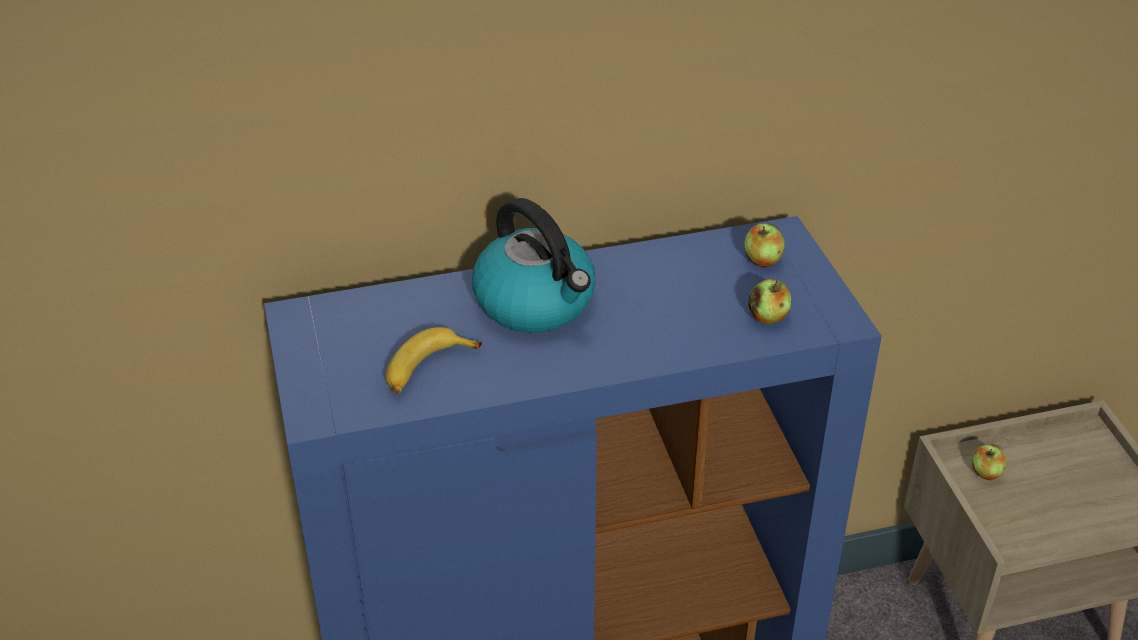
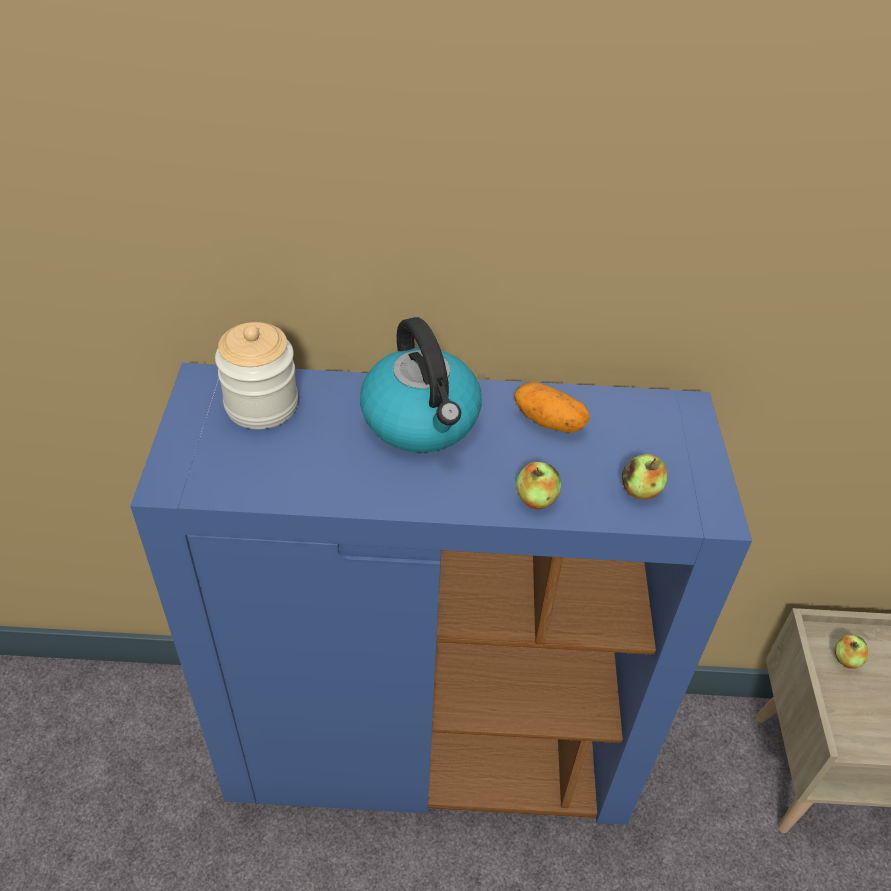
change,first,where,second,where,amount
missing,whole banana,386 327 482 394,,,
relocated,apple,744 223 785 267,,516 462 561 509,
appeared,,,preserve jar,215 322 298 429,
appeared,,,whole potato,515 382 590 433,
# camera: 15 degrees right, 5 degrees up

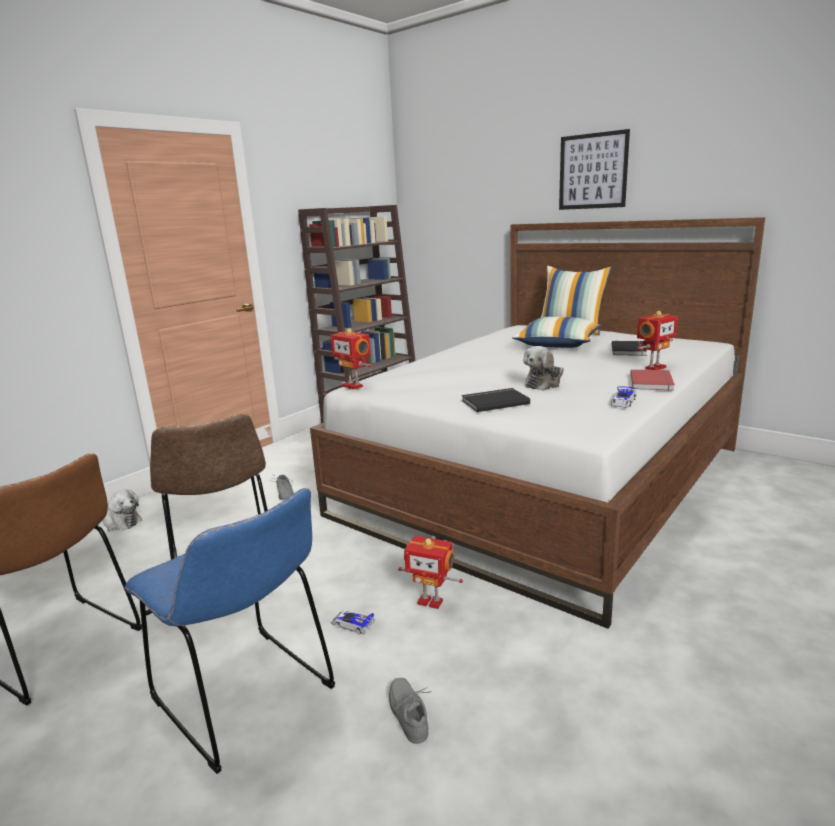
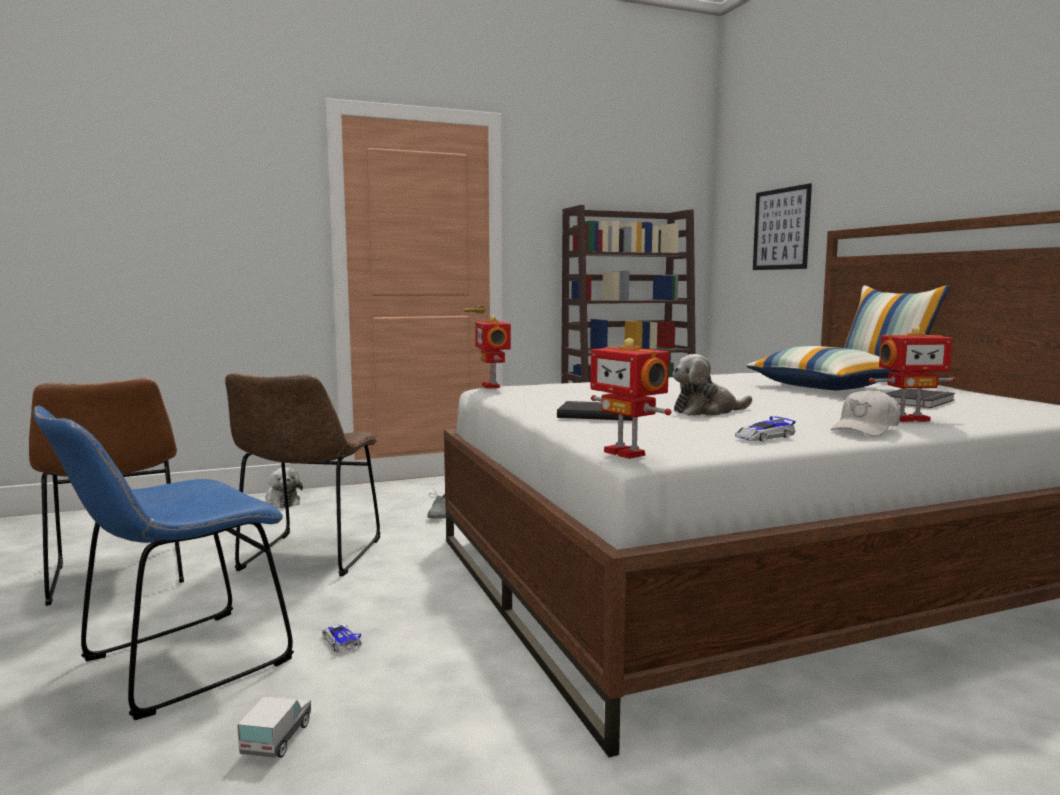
change,first,where,second,where,amount
spun,bluish upright chair,125 488 335 774,,33 405 294 720,60 degrees clockwise
exchanged,gray shoe,389 678 432 744,model truck,237 696 311 758,
relocated,model robot,398 536 463 609,,590 338 672 459,
relocated,wall art,559 129 630 210,,753 183 812 270,
exchanged,reddish volume,630 369 675 391,whitish baseball cap,830 389 900 436,
# camera: 30 degrees right, 10 degrees down

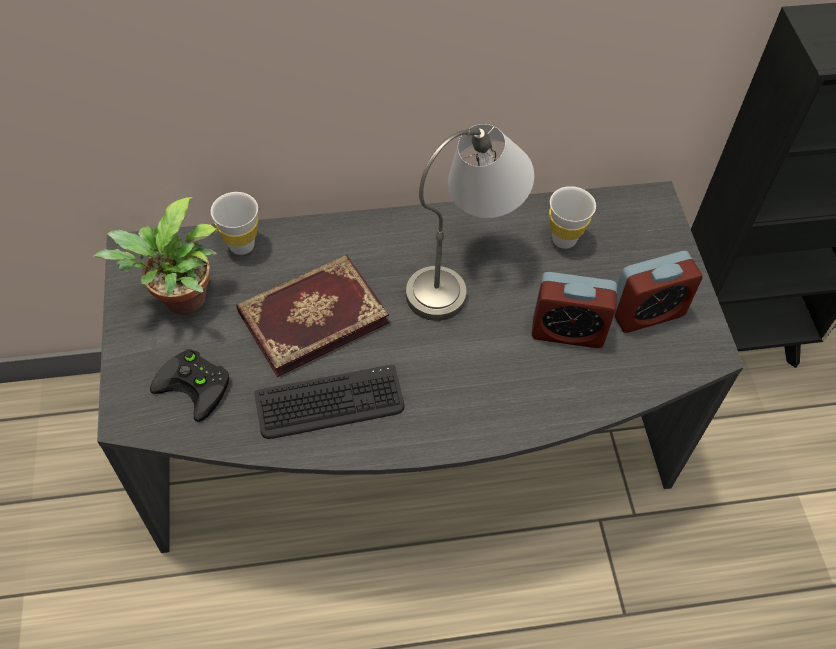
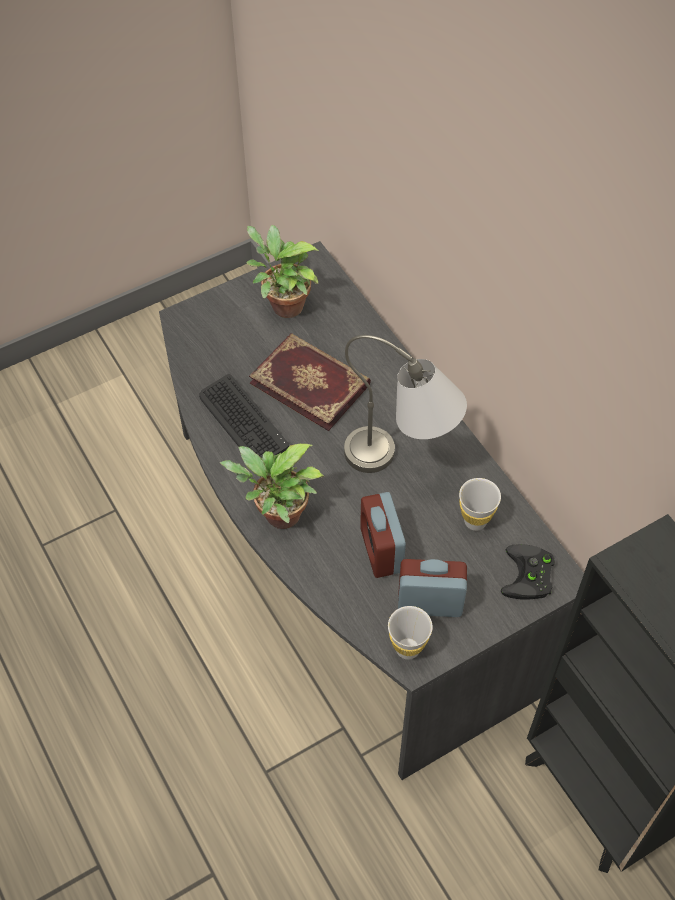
change,first,where,second,where,amount
relocated,black gamepad,150 349 229 422,,501 544 555 600,
relocated,whitish small cup,211 192 258 255,,388 606 433 660,
spun,table clock,614 251 703 333,,398 559 467 617,135 degrees clockwise
appeared,,,potted plant,220 444 324 529,
# camera: 70 degrees right, 0 degrees up

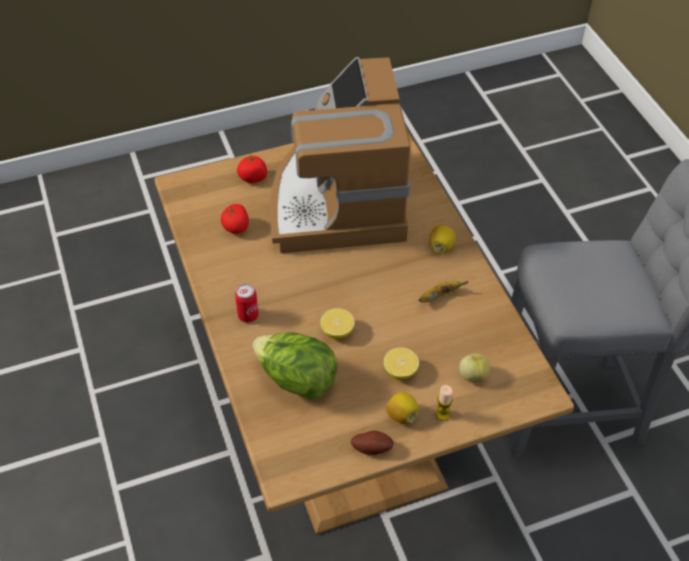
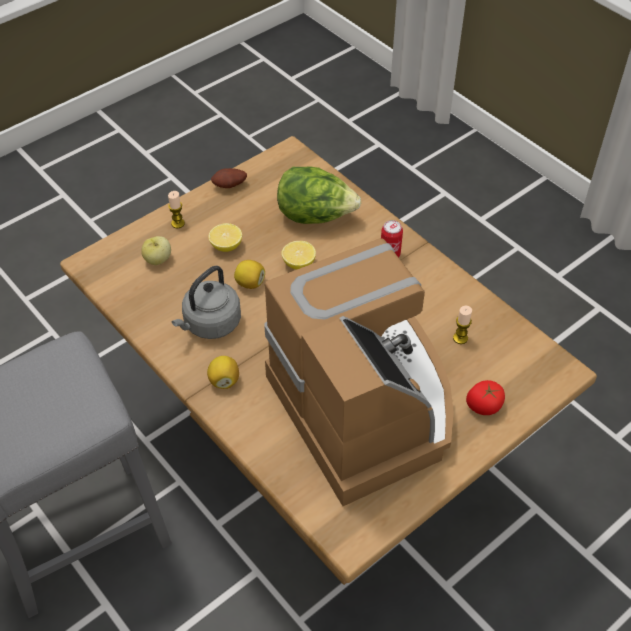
change,first,where,second,where,amount
exchanged,whole tomato,221 204 249 234,candle,453 306 472 344,
relocated,lemon,386 392 419 424,,234 260 265 289,
exchanged,whole banana,419 281 469 303,gray kettle,172 266 241 339,
# camera: 160 degrees right, 0 degrees up

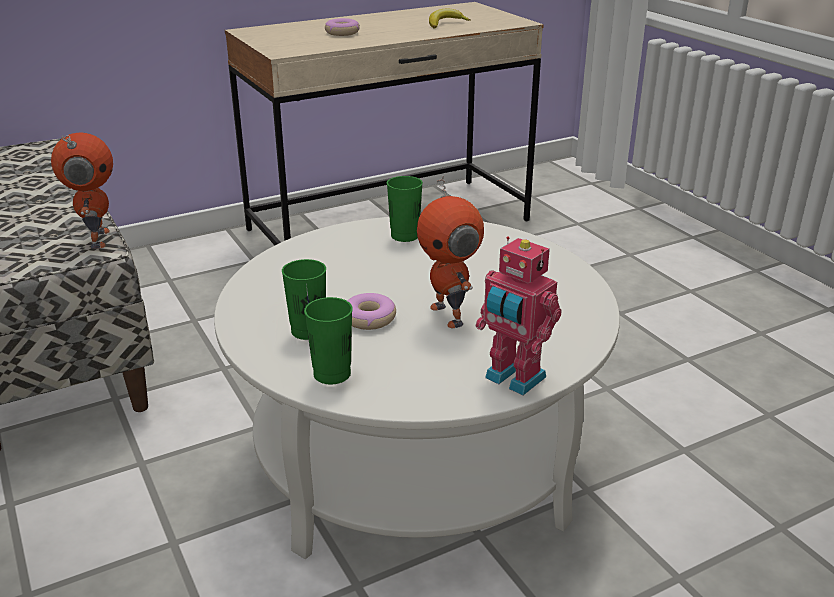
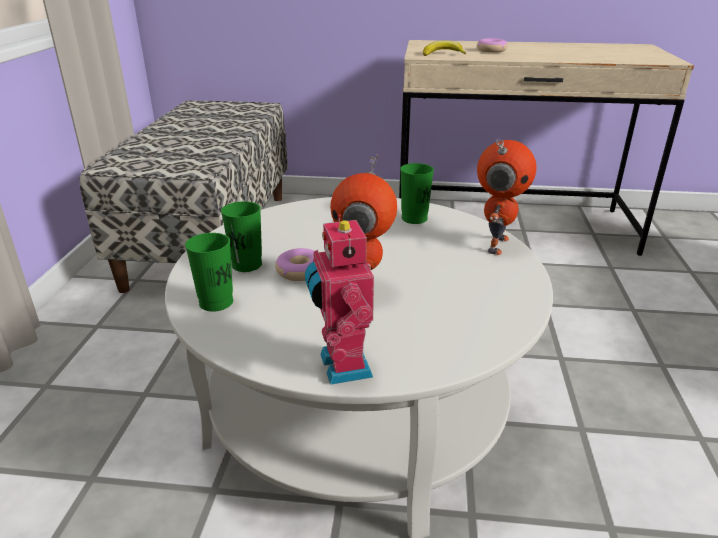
change,first,where,second,where,amount
relocated,model robot,51 133 113 249,,477 140 537 255,
relocated,whole banana,429 9 471 28,,423 40 466 56,
# camera: 35 degrees right, 0 degrees up

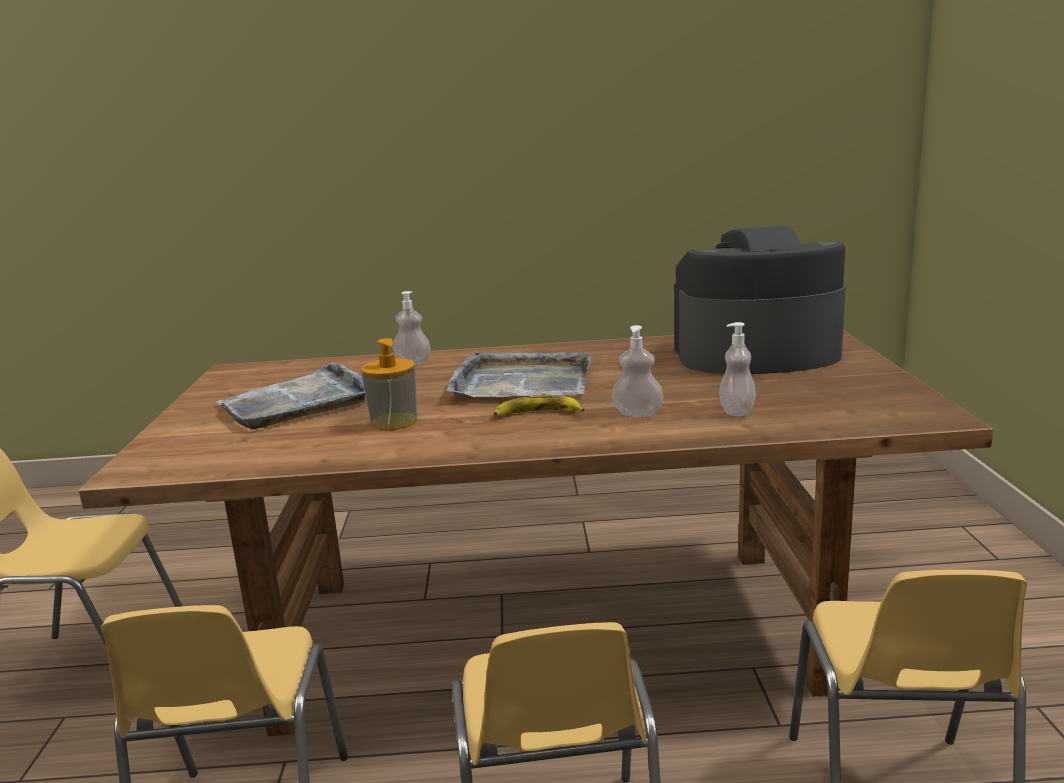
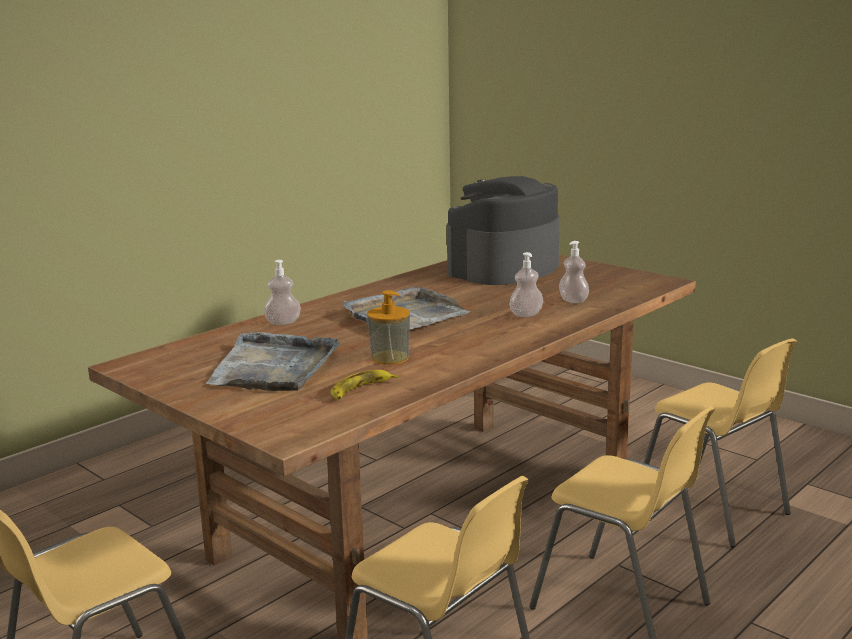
change,first,where,second,where,amount
relocated,whole banana,494 395 585 416,,330 370 399 400,
# camera: 45 degrees left, 0 degrees up

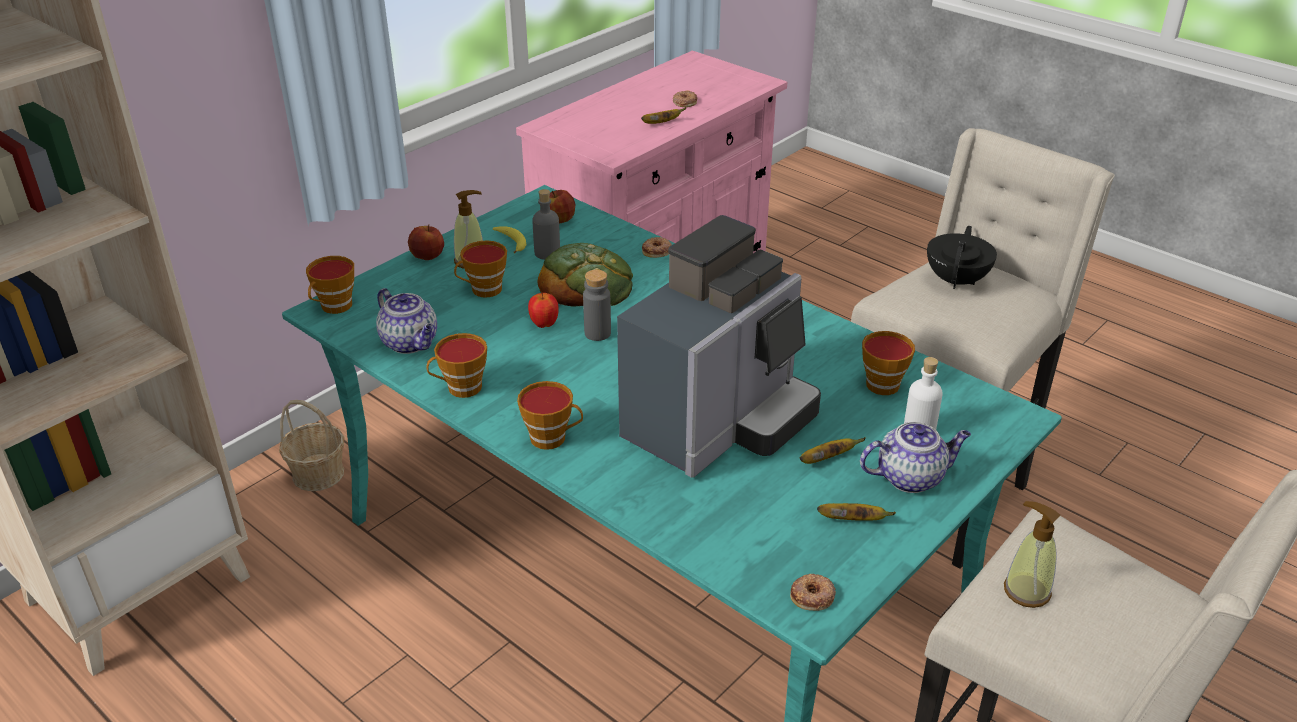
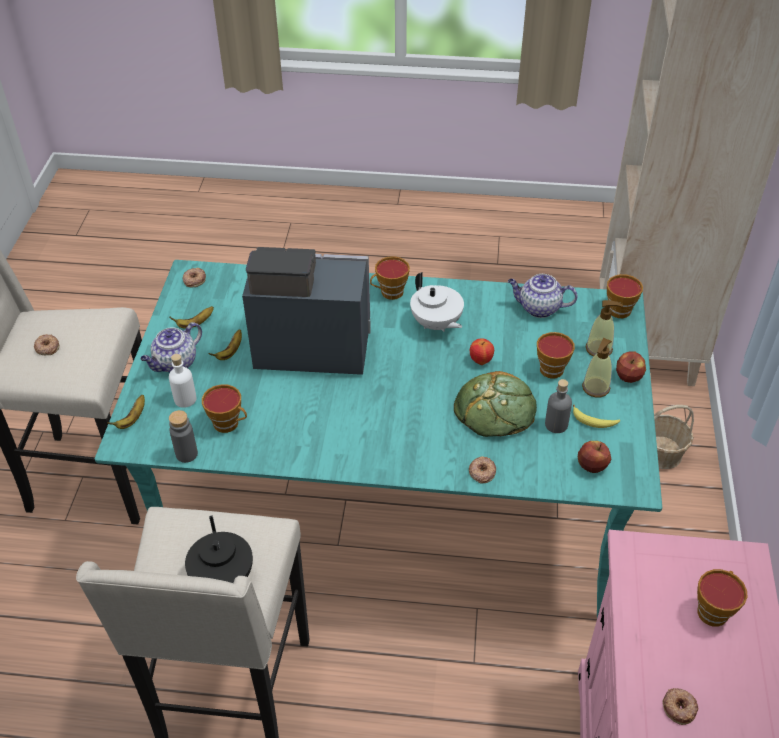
change,first,where,second,where,amount
relocated,small cup,426 333 487 398,,697 569 747 627,
relocated,gray bottle,583 270 611 341,,169 410 198 463,
spun,coffee brewer,617 215 821 478,,242 247 371 375,90 degrees clockwise
relocated,whole banana,641 107 687 124,,107 395 145 429,
relocated,liquid soap bottle,1004 501 1061 608,,586 300 623 356,
appeared,,,ring doughnut,34 334 60 355,
appeared,,,whitish pot for tea,410 272 464 332,
# camera: 145 degrees right, 10 degrees up

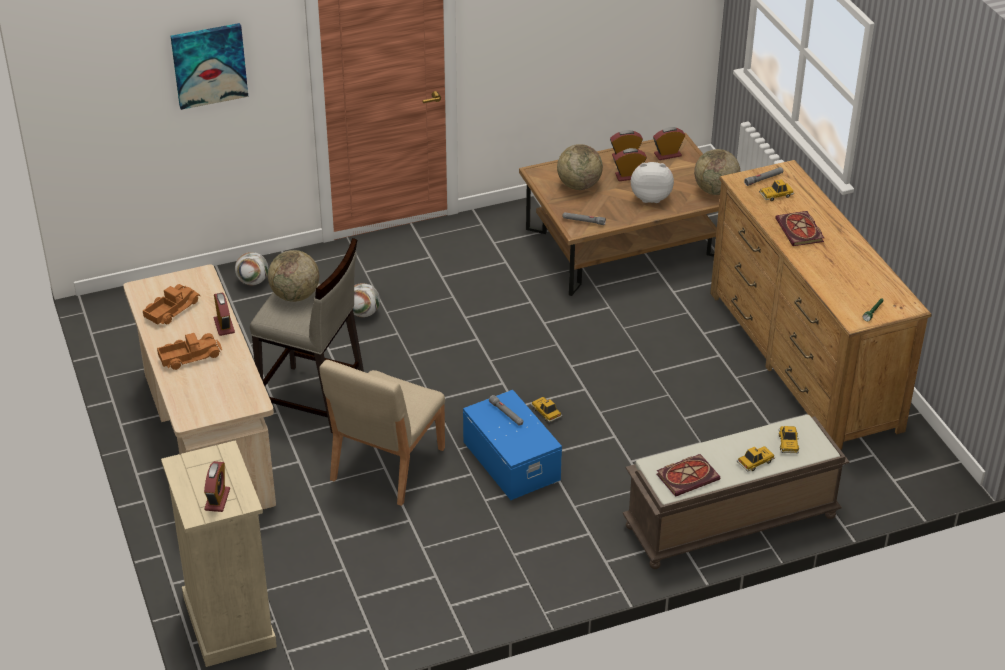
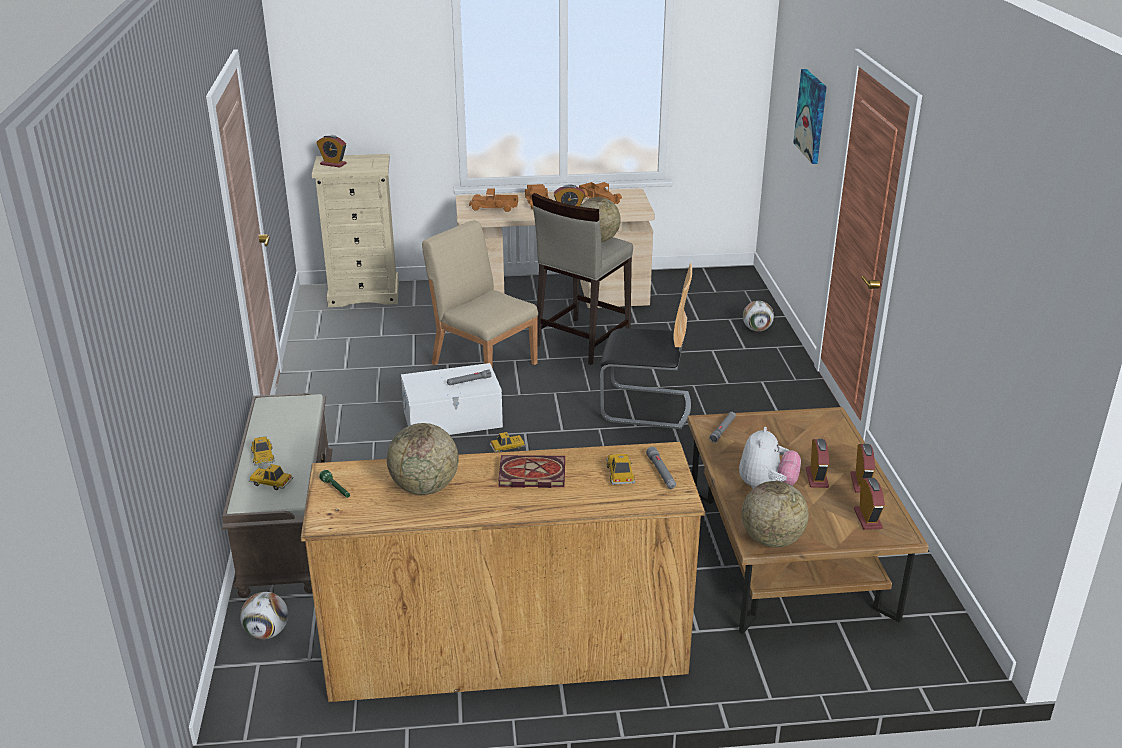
change,first,where,second,where,amount
relocated,ball for football,353 283 380 317,,240 592 288 639,
colour,bluish storage container,463 390 562 500,whitish storage container,401 363 503 435,
relocated,globe,557 144 603 190,,387 423 459 495,
missing,volume,656 454 720 497,,,
appeared,,,model truck,469 188 518 212,
appeared,,,upright chair,600 263 692 429,
# camera: 105 degrees right, 10 degrees down

